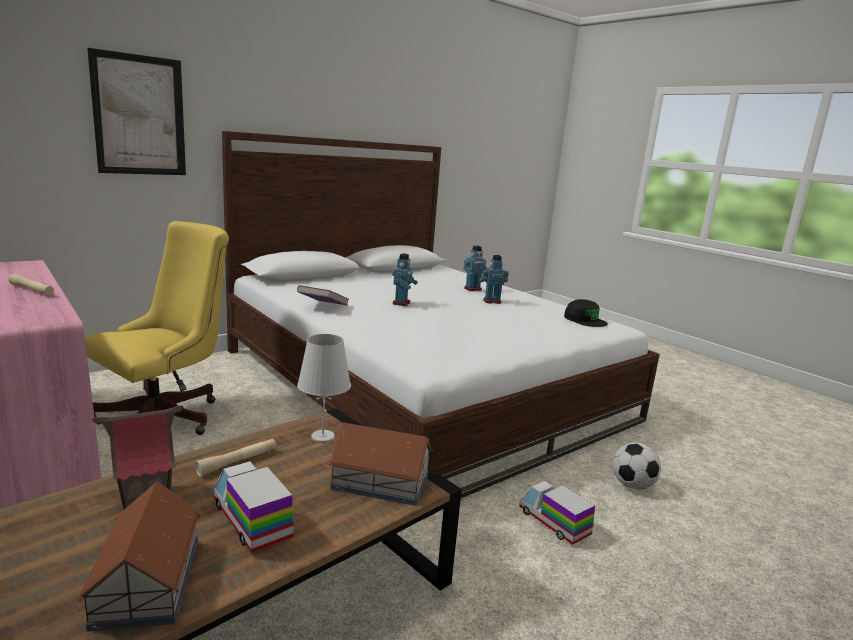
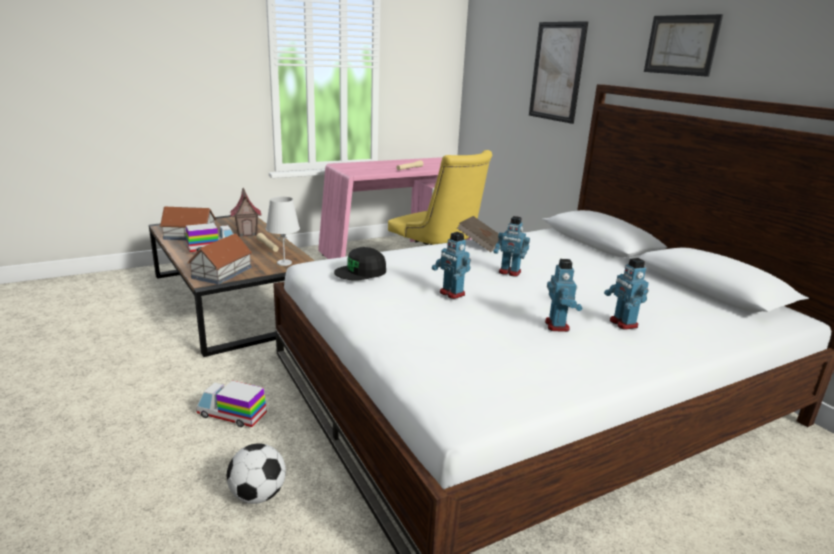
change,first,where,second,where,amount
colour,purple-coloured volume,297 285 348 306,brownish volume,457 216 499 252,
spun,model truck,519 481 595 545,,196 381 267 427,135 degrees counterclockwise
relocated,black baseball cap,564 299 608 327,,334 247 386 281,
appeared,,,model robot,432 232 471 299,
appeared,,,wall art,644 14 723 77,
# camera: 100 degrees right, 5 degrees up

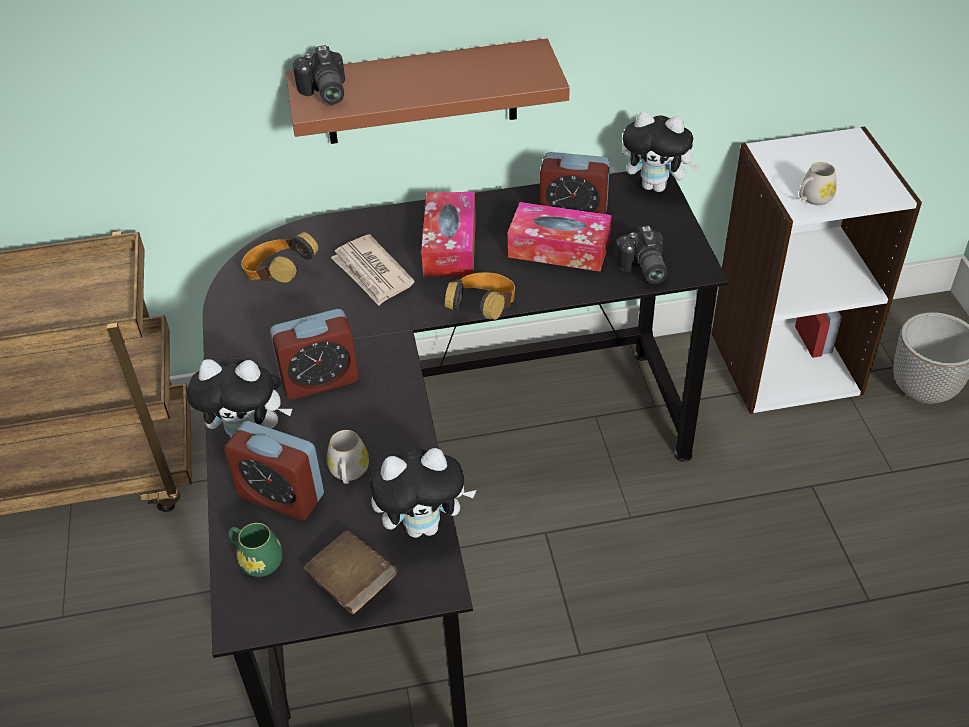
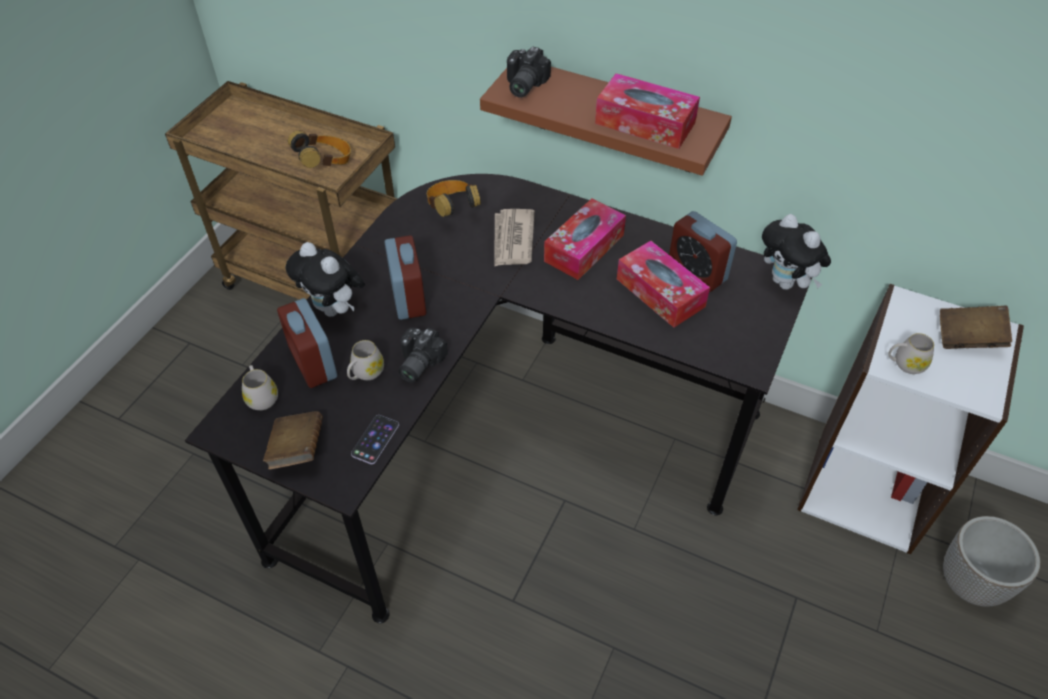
change,first,where,second,where,amount
colour,greenish tea mug,228 523 283 577,whitish tea mug,242 365 278 410,
spun,table clock,270 309 359 399,,385 235 426 320,120 degrees counterclockwise
exchanged,cuddly toy,370 448 477 538,phone,351 415 399 464,
relocated,headset,445 272 515 320,,288 130 351 168,
relocated,photo camera,615 225 667 284,,398 327 448 383,
appeared,,,tissue box,595 73 700 149,
appeared,,,brownish volume,940 306 1012 349,
# camera: 35 degrees right, 5 degrees up

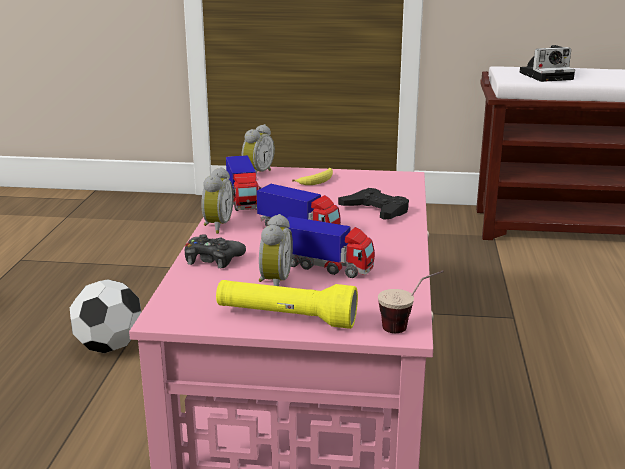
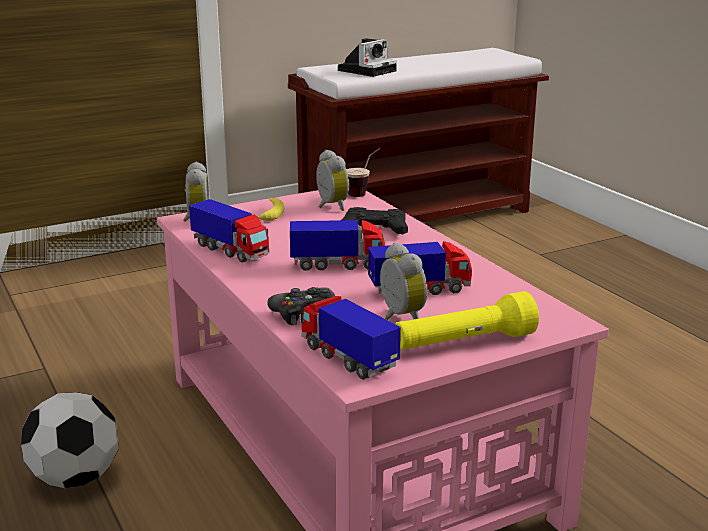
change,first,where,second,where,amount
relocated,table clock,201 167 234 234,,316 150 349 211,
relocated,small cup,378 270 444 333,,347 148 381 197,
appeared,,,model truck,301 296 401 380,
# camera: 35 degrees left, 0 degrees up

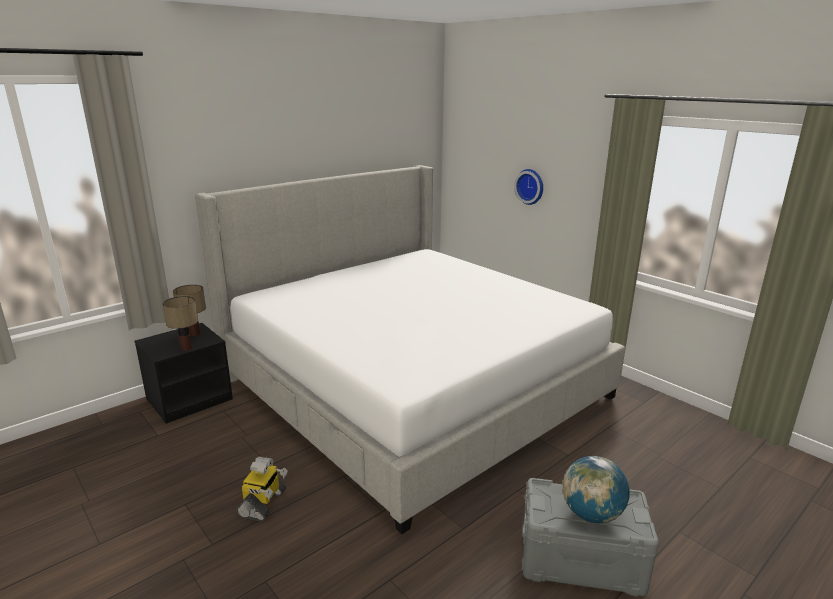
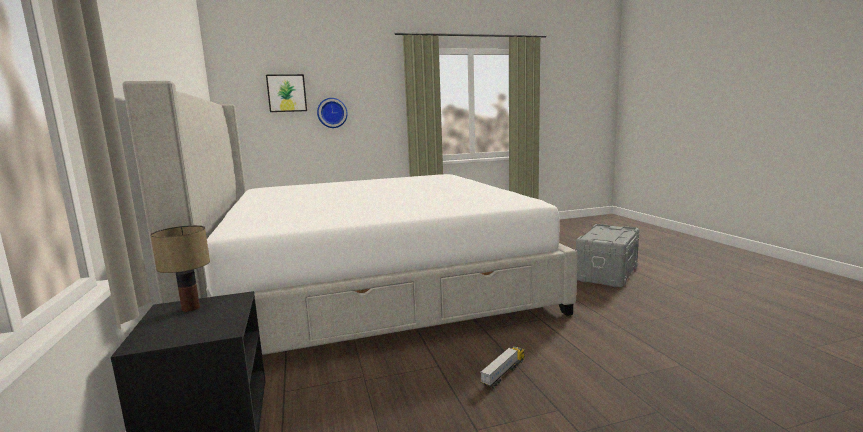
change,first,where,second,where,amount
missing,tabletop lamp,163 296 198 351,,,
exchanged,model robot,237 457 288 522,model truck,480 346 525 389,
missing,globe,563 456 630 523,,,
appeared,,,wall art,266 74 307 112,
# camera: 65 degrees left, 10 degrees down

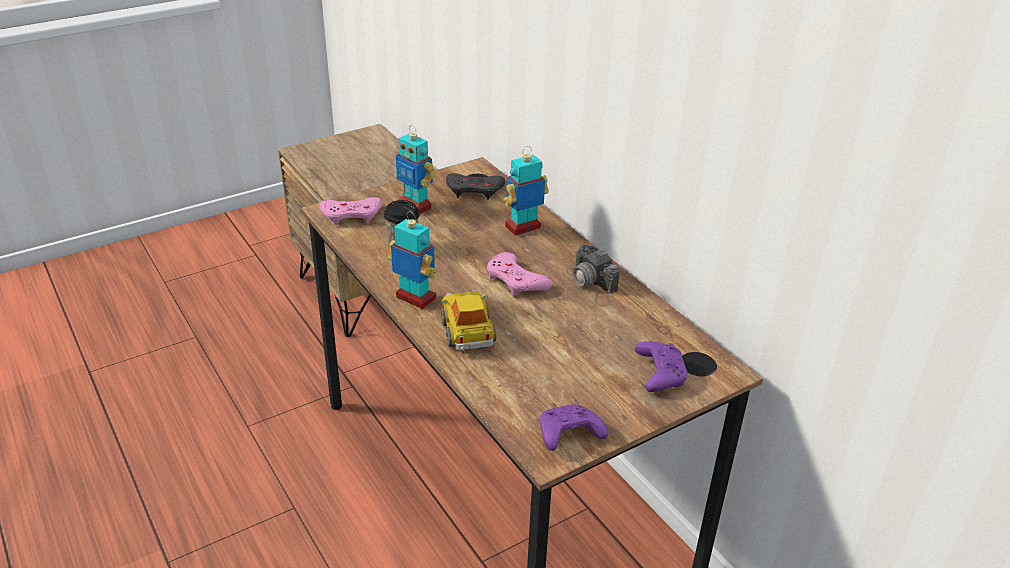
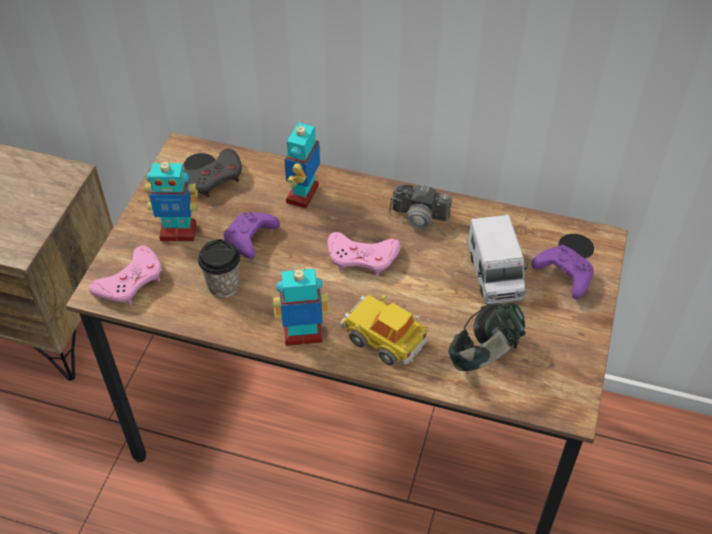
change,first,where,second,where,amount
relocated,purple-coloured gamepad,540 404 609 451,,224 212 280 259,
appeared,,,headset,448 303 526 371,
appeared,,,model truck,467 215 528 304,
# camera: 40 degrees left, 15 degrees up

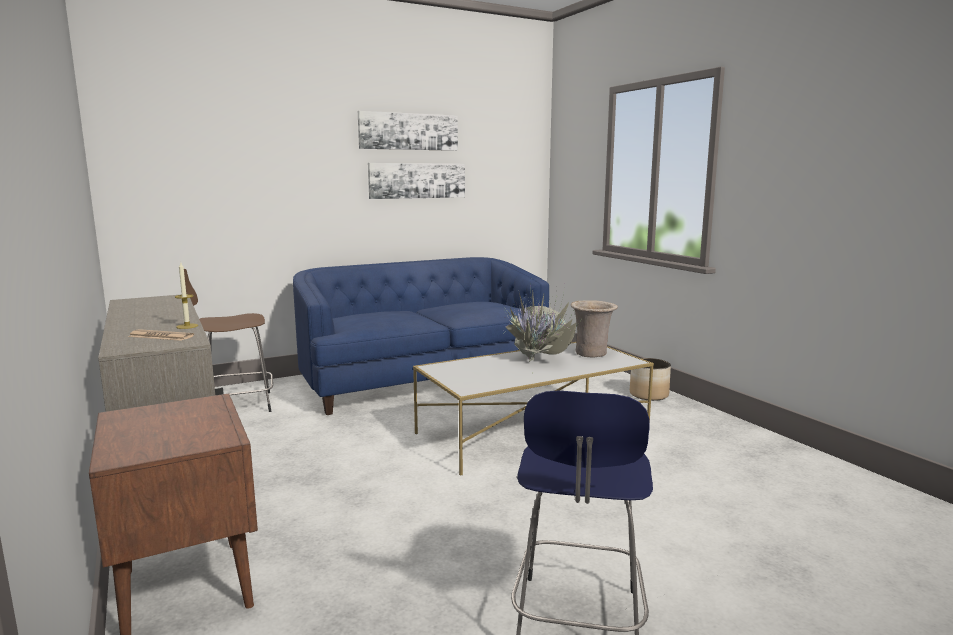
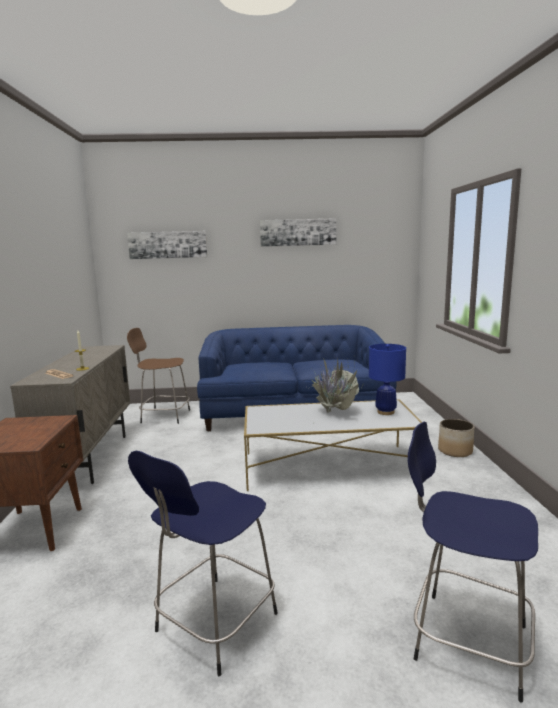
change,first,where,second,where,amount
relocated,wall art,368 163 465 199,,127 231 207 259,
exchanged,beige vase,571 300 618 358,bluish tabletop lamp,369 344 406 415,
appeared,,,bluish sitting stool,408 422 538 703,
# camera: 25 degrees right, 0 degrees up

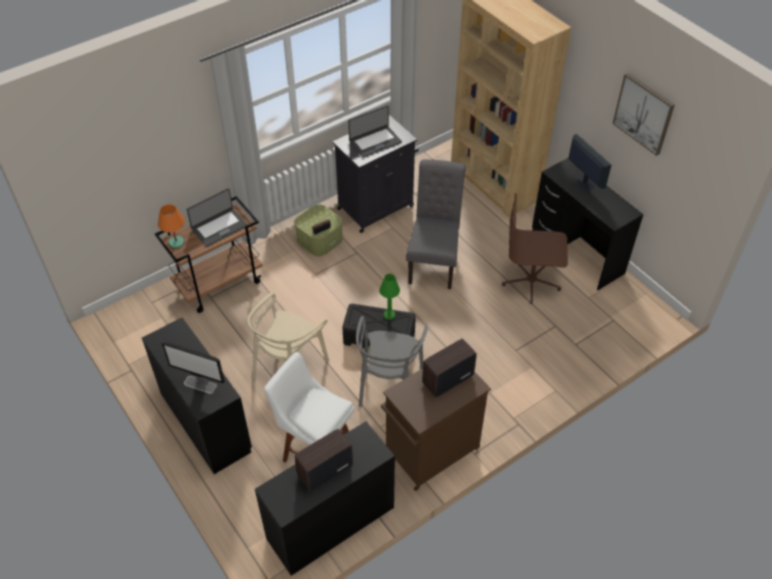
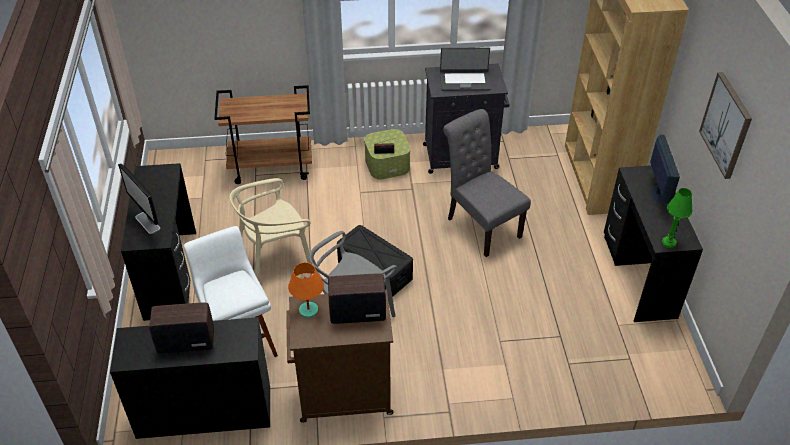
change,first,where,second,where,amount
relocated,orangey tabletop lamp,158 204 185 248,,288 262 324 318,
missing,notebook computer,187 188 248 247,,,
relocated,greenish tabletop lamp,379 274 400 320,,662 188 693 248,
spun,gray upright chair,406 159 466 289,,443 109 531 257,75 degrees counterclockwise
missing,brownish desk chair,502 193 568 304,,,
# camera: 30 degrees right, 5 degrees down

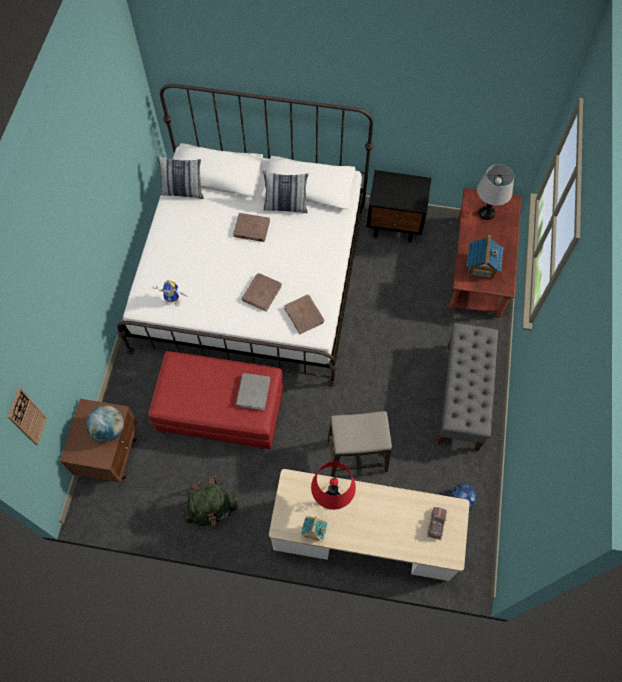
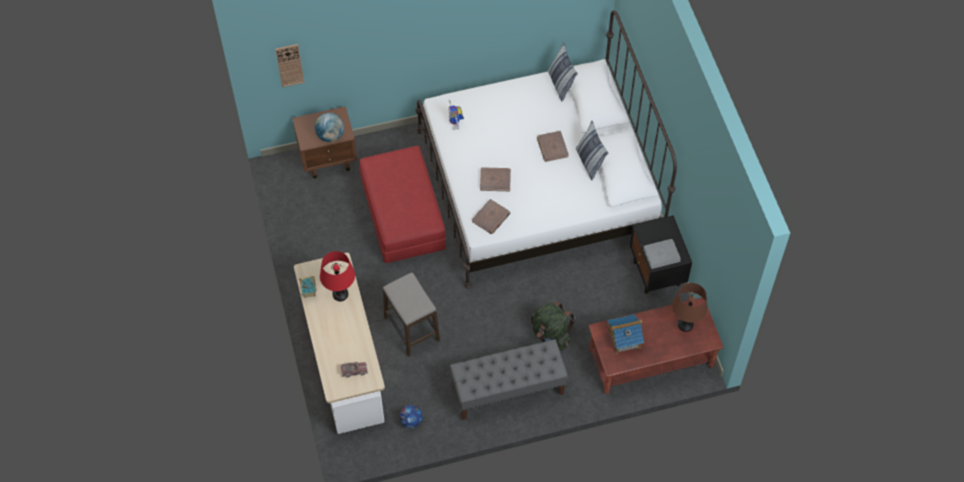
change,first,where,second,where,amount
relocated,greenish backpack,183 476 238 526,,531 301 576 351,
relocated,gray volume,236 373 271 410,,643 239 681 269,
colour,gray tabletop lamp,477 164 514 220,brownish tabletop lamp,672 283 707 332,
# camera: 65 degrees right, 5 degrees down

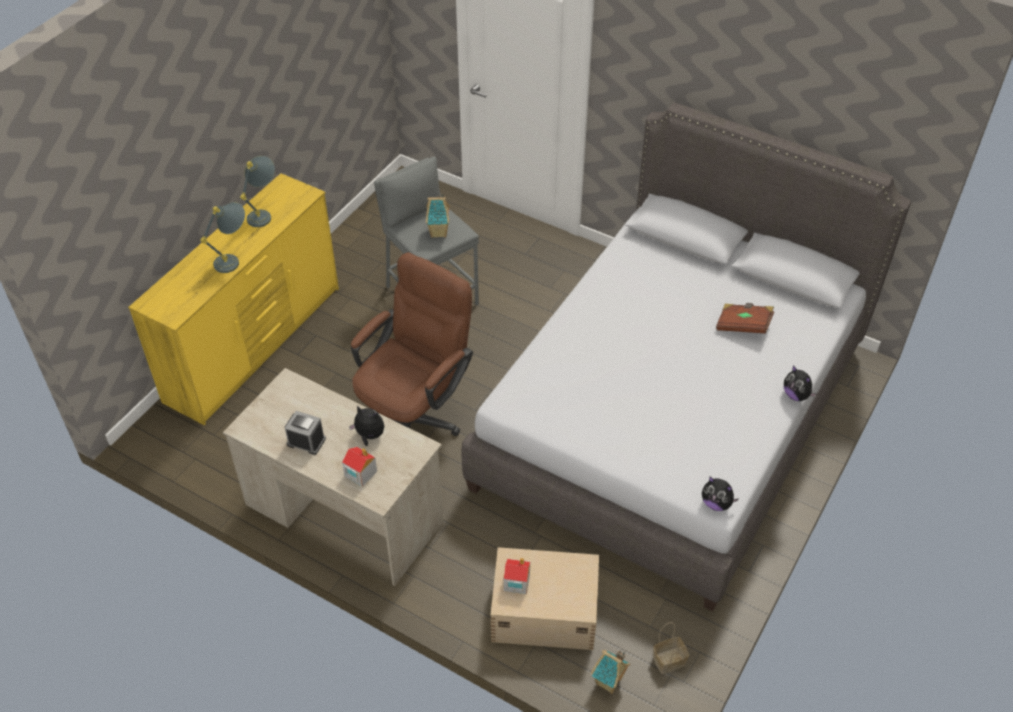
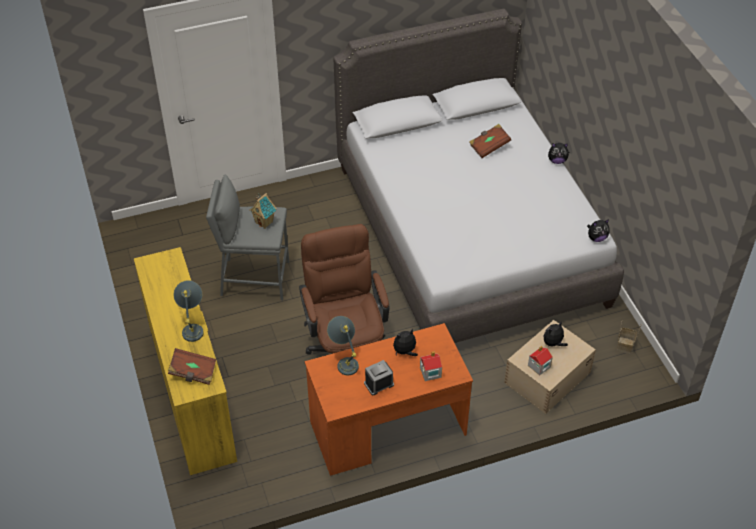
change,first,where,second,where,amount
colour,beige desk table,223 368 443 586,orangey desk table,305 323 473 476,
relocated,gray tabletop lamp,240 156 275 227,,327 316 359 375,
missing,miniature house,591 650 630 694,,,
appeared,,,brownish volume,168 348 216 385,
appeared,,,cuddly toy,544 322 568 346,
# camera: 50 degrees left, 0 degrees up

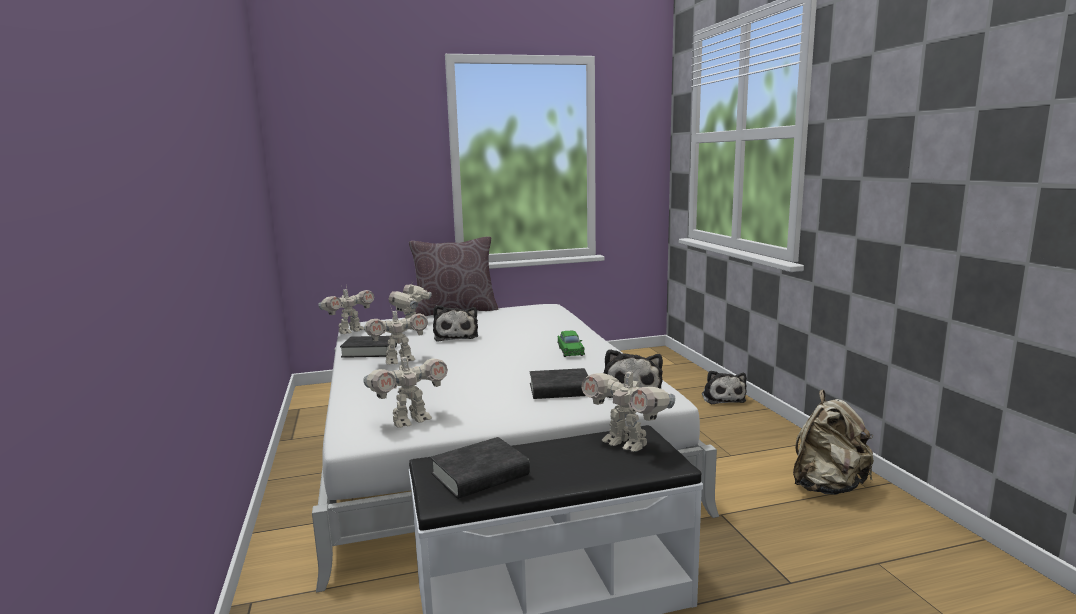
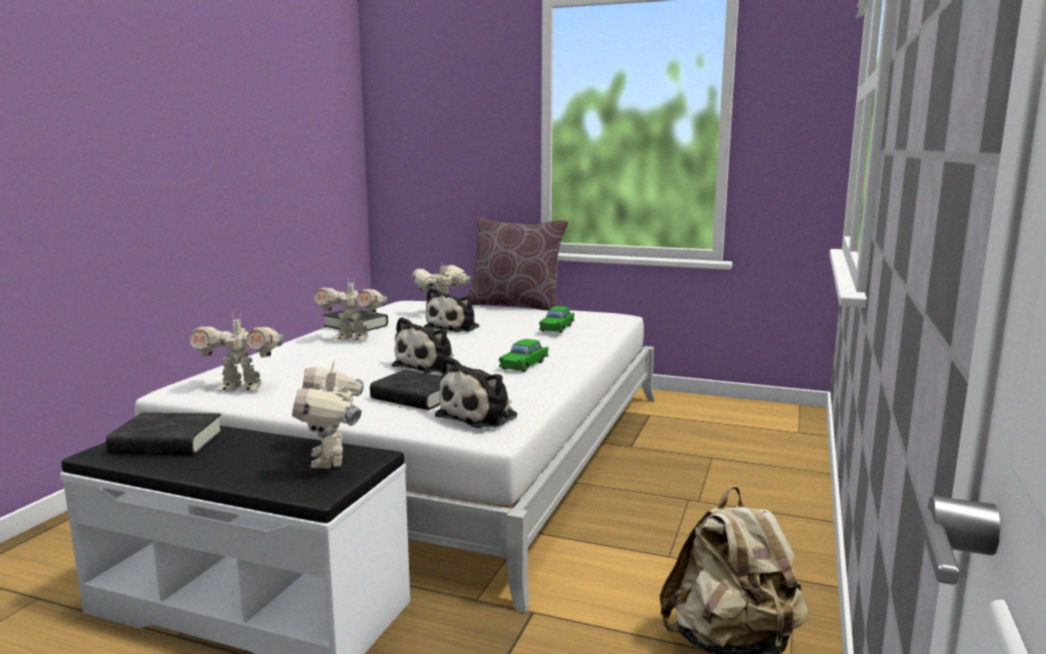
change,first,where,second,where,amount
missing,model robot,318 285 374 334,,,
relocated,cuddly toy,702 370 747 404,,391 317 454 373,
appeared,,,greenish toy car,539 306 575 333,
# camera: 35 degrees right, 0 degrees up

